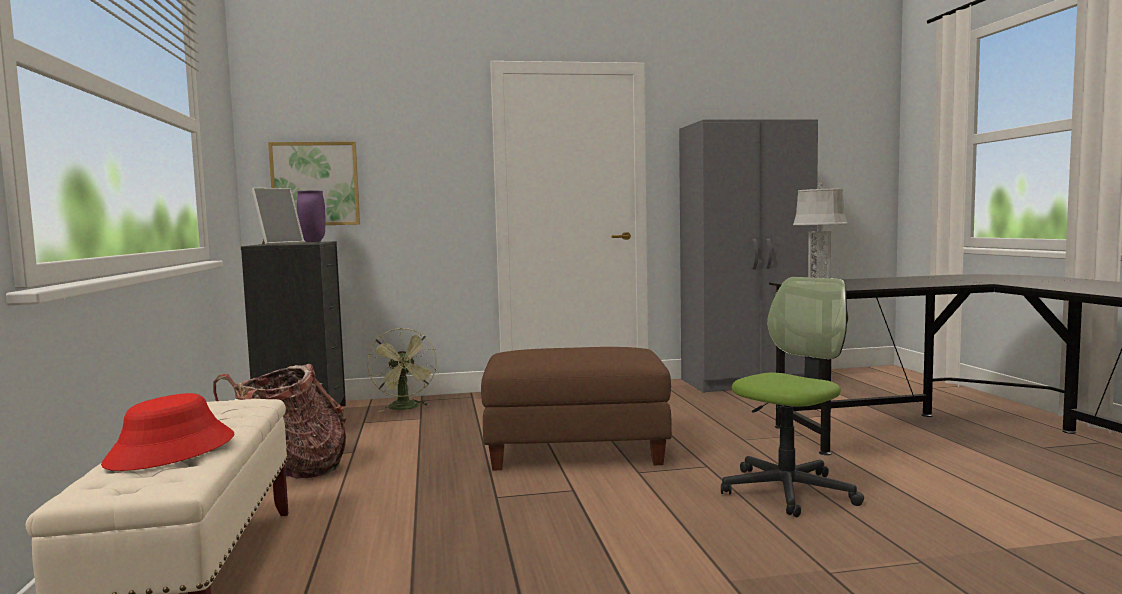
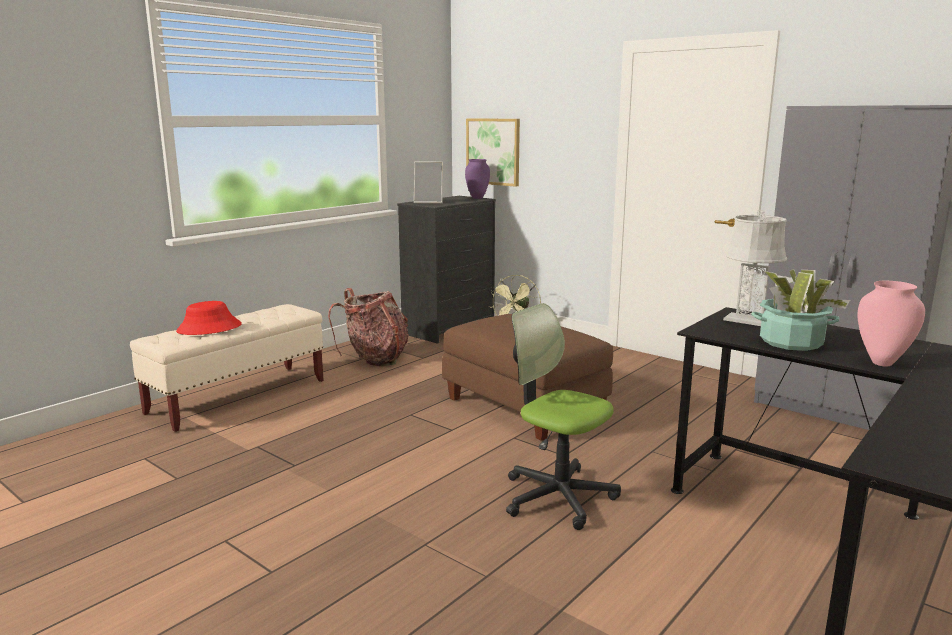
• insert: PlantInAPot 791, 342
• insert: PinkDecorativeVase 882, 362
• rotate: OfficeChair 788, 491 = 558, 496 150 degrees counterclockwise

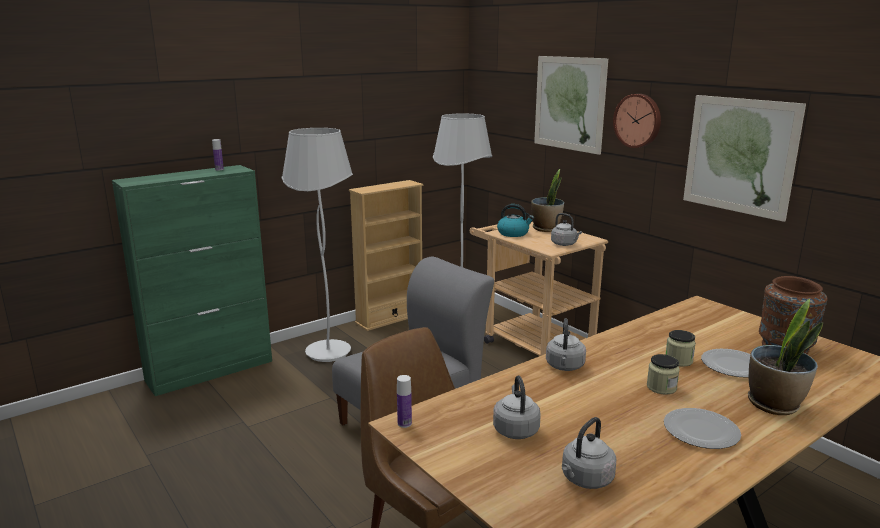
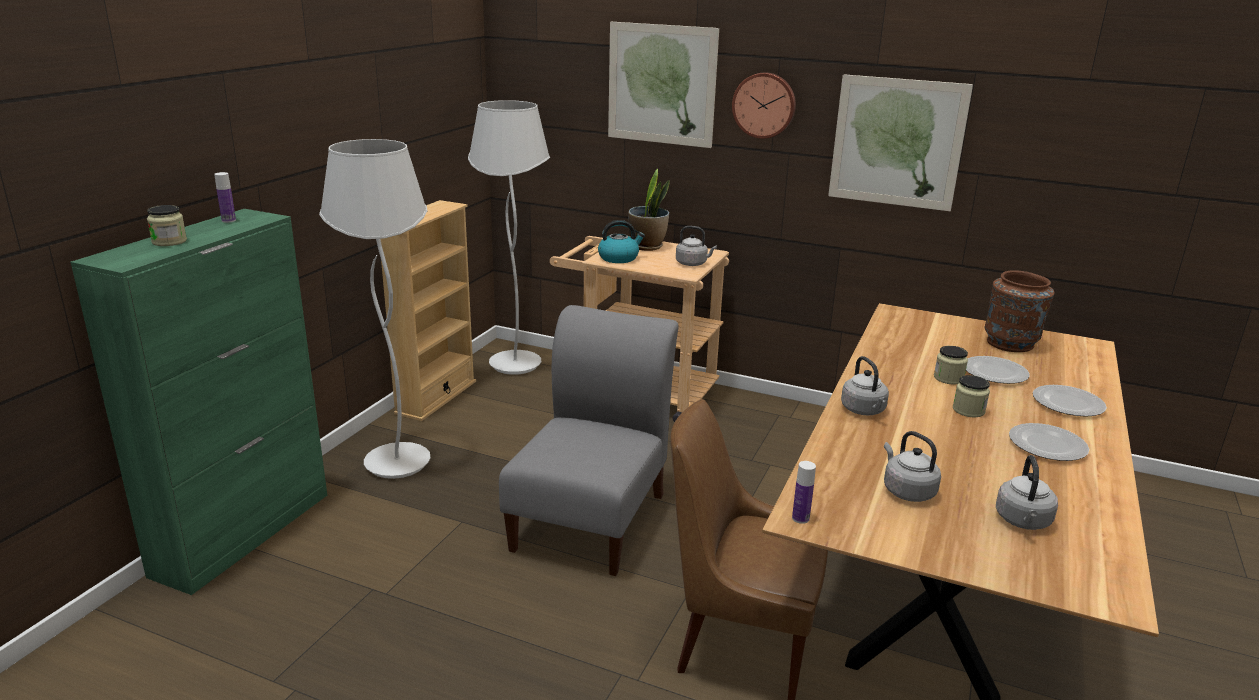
• insert: Jar 169, 241
• replace: PlantInAPot 774, 404 to Plate 1067, 403

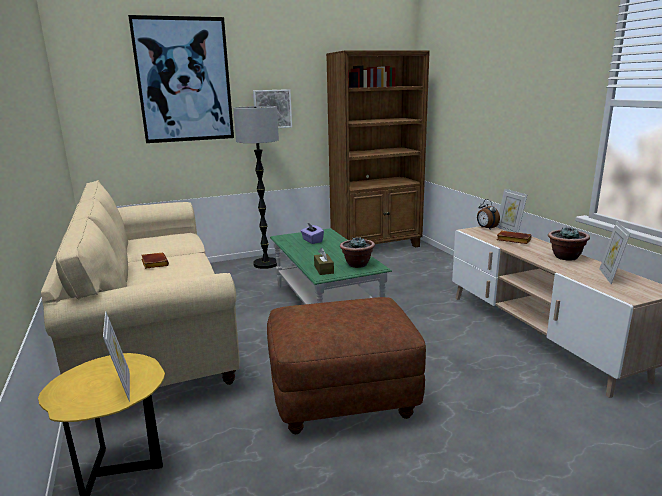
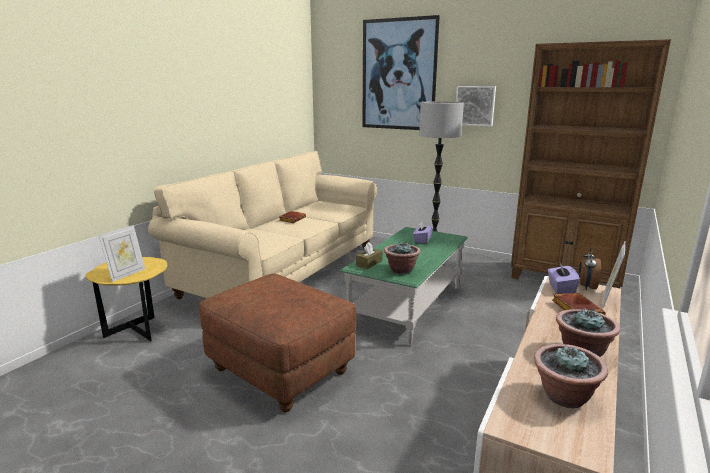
• insert: PurpleTissueBox 560, 288
• replace: PhotoFrame 609, 276 to PlantInAPot 564, 397

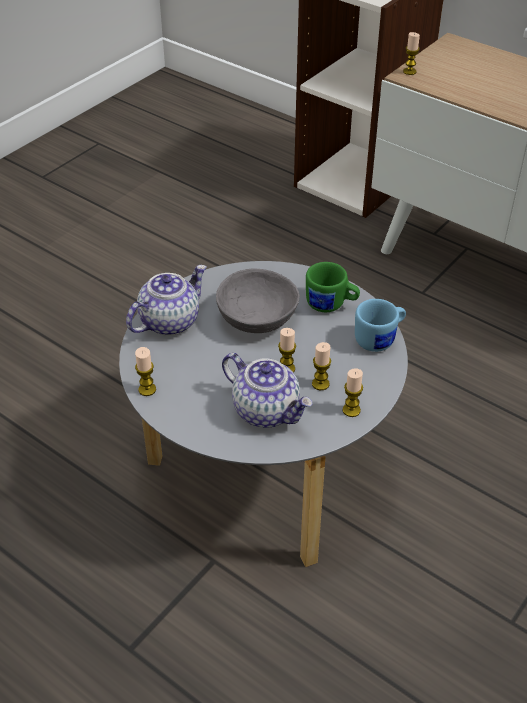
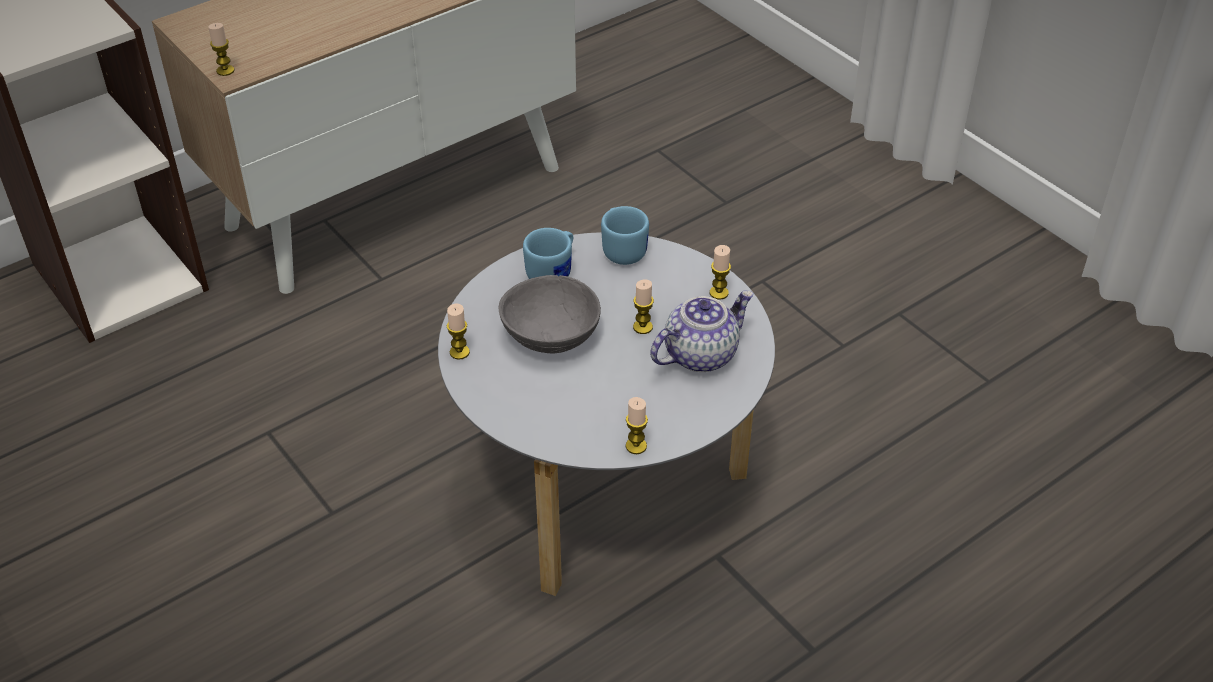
• delete: TeaPot 169, 321
• move: WaxLight 320, 384 to 459, 352
• recolor: GreenishTeaMug 331, 305 to BluishTeaMug 553, 272

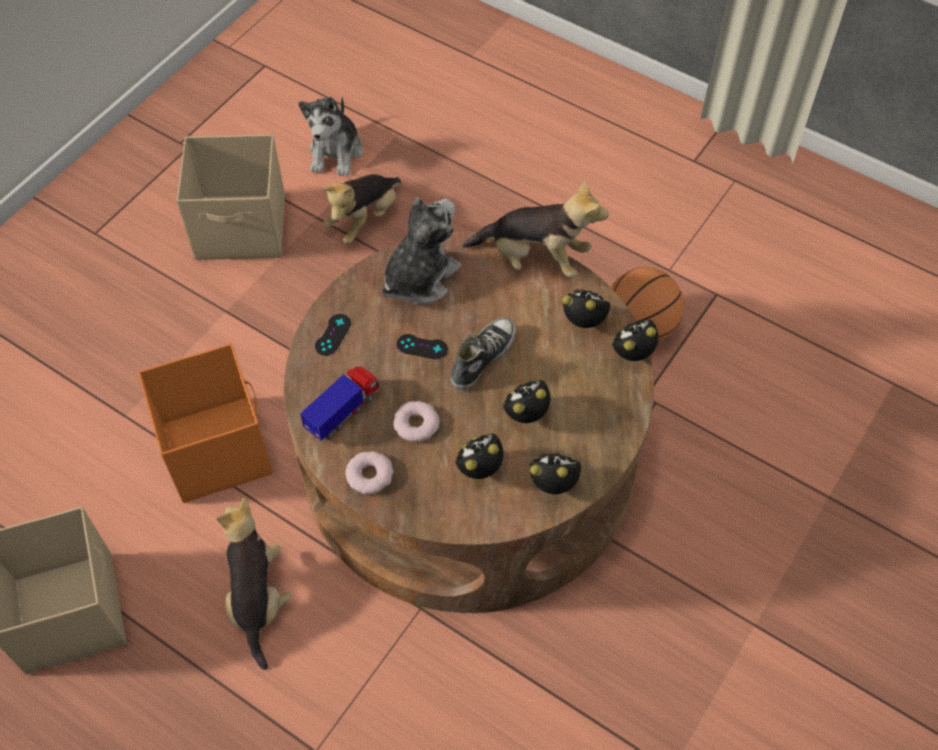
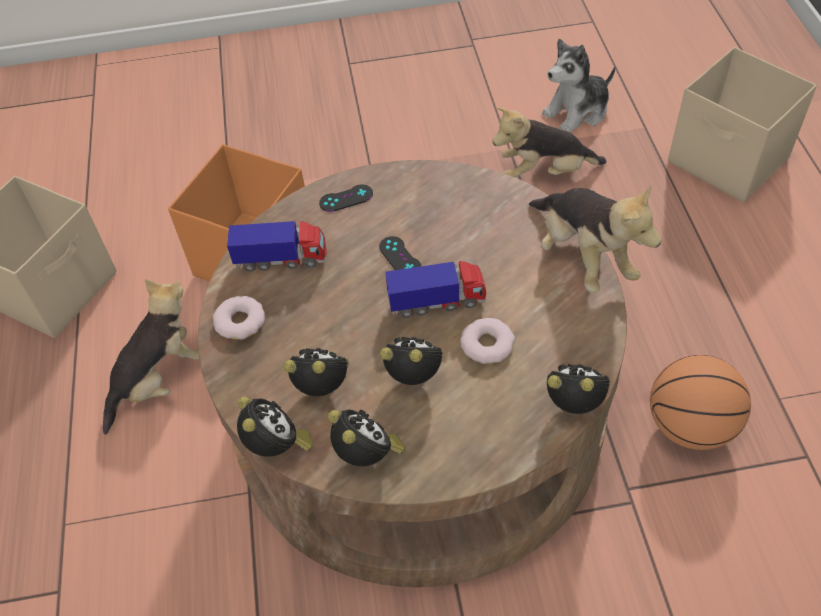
• delete: CuddlyToy 419, 278
• move: SandColouredStorageBin 242, 228 to 728, 162
• move: RingDoughnut 416, 424 to 487, 344
• move: AlarmClock 586, 323 to 276, 447
• replace: ItemOfFootwear 482, 357 to ToyTruck 437, 302

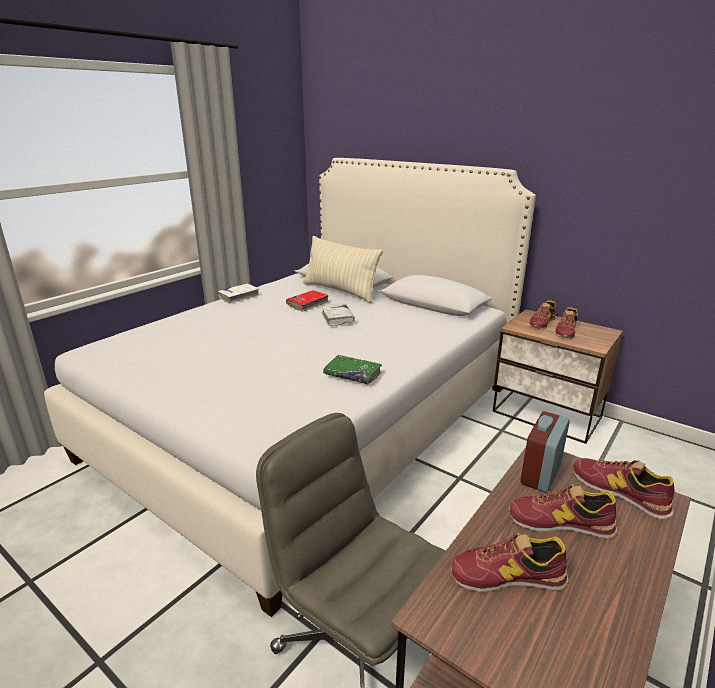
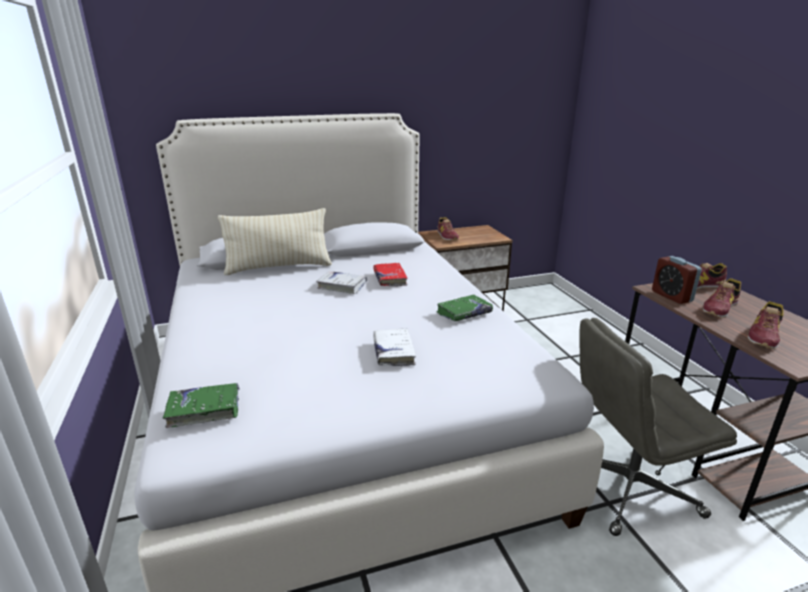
• delete: ItemOfFootwear 566, 331
• insert: GreenishVolume 204, 410
• move: WhiteVolume 239, 296 to 393, 352
• move: RedColouredVolume 308, 304 to 390, 279

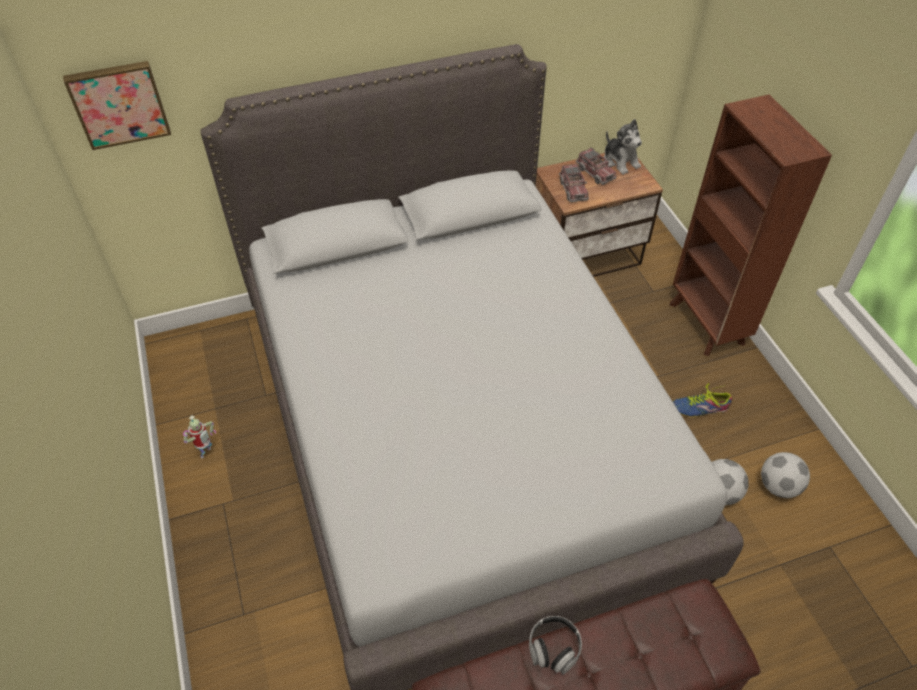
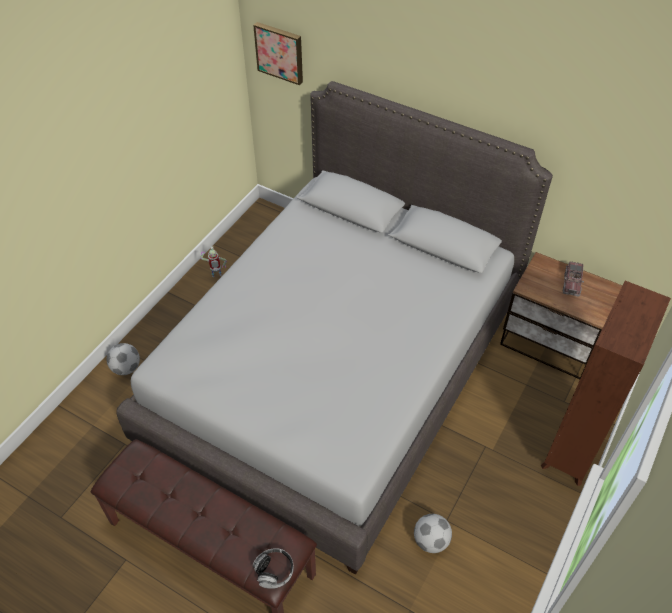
• delete: ToyTruck 573, 189
• delete: CuddlyToy 620, 161
• delete: ItemOfFootwear 700, 408
• move: PairOfHeadphones 553, 648 to 274, 571
• move: BallForFootball 778, 486 to 126, 368

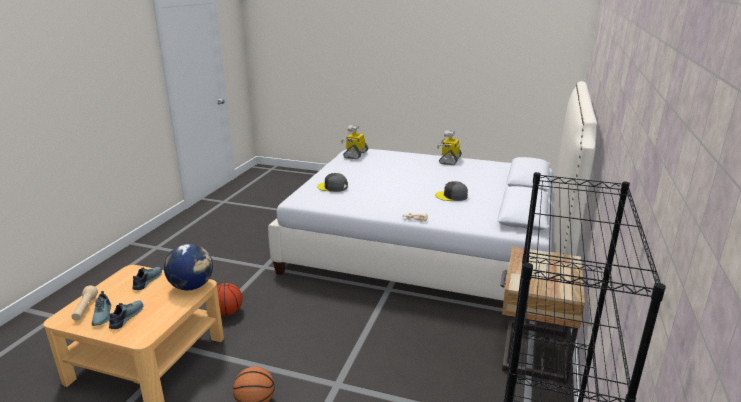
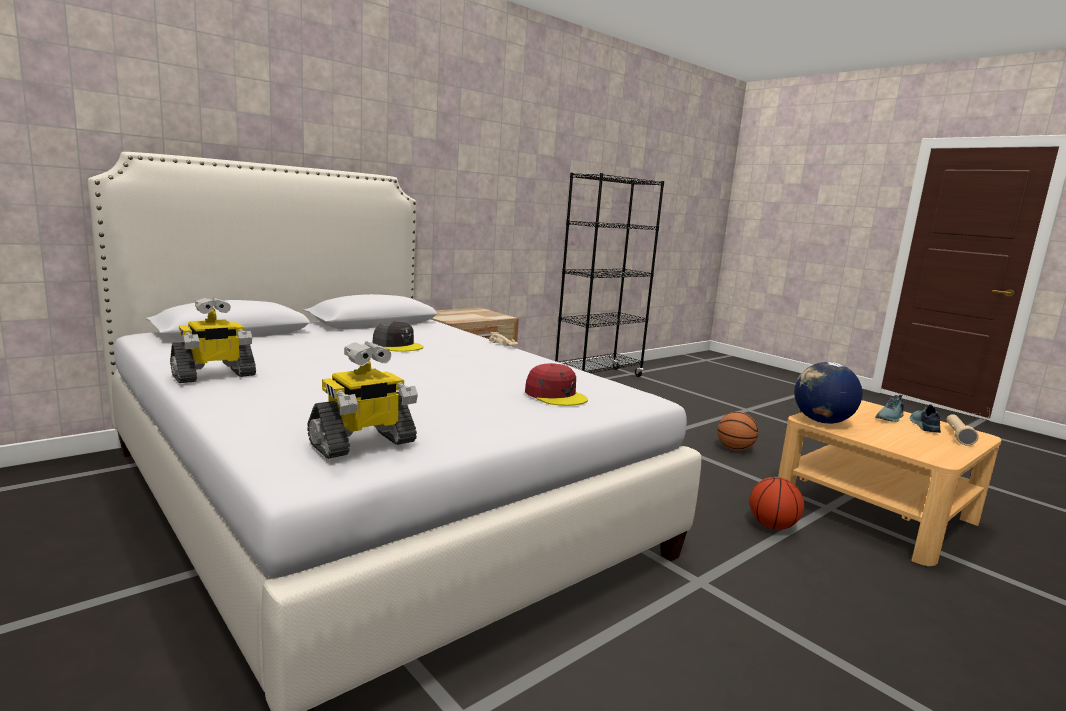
• delete: ItemOfFootwear 146, 281
• recolor: GreyishCap 332, 187 to RedColouredCap 555, 395

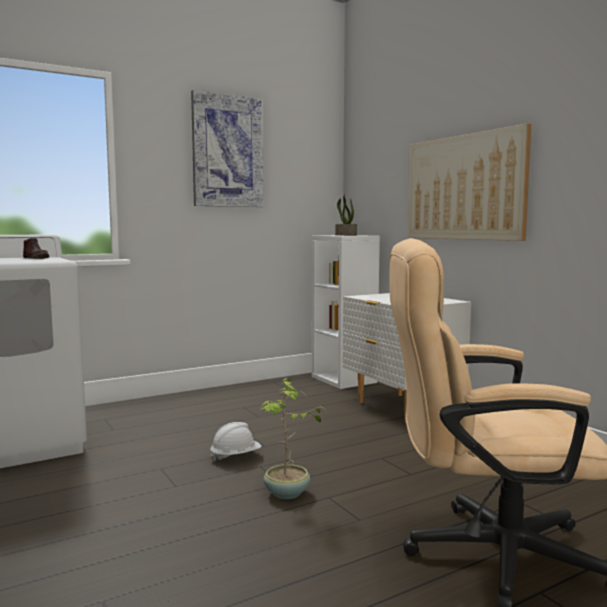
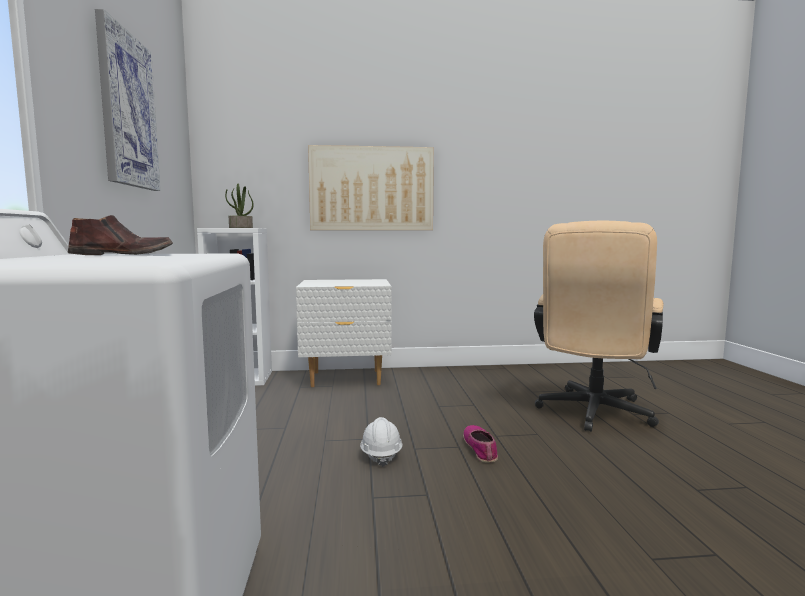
• replace: PlantInAPot 287, 494 to ItemOfFootwear 480, 448

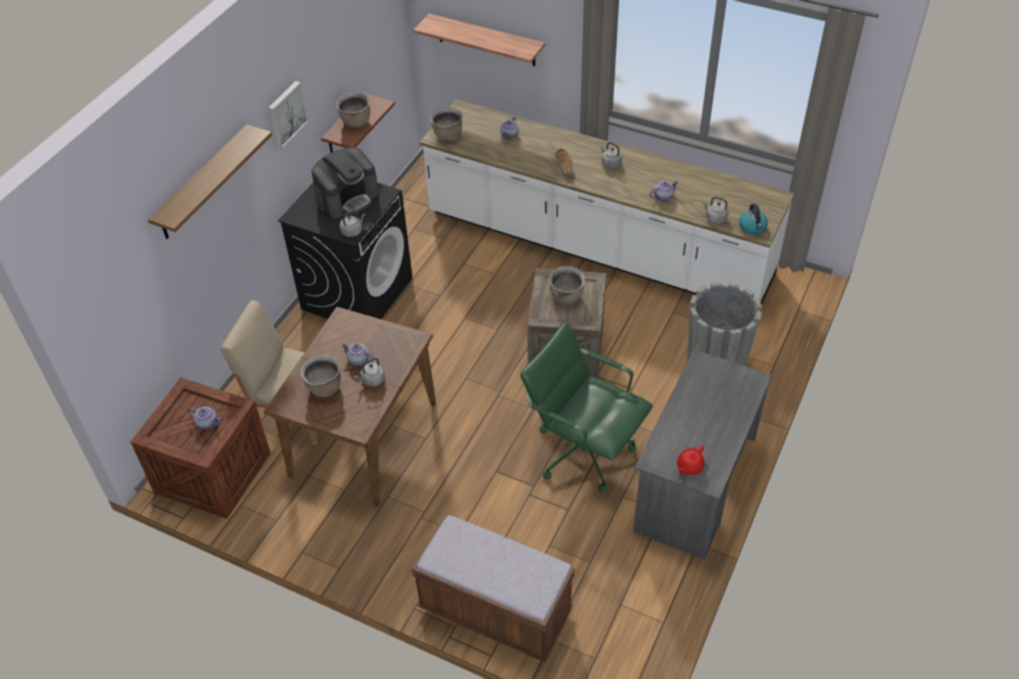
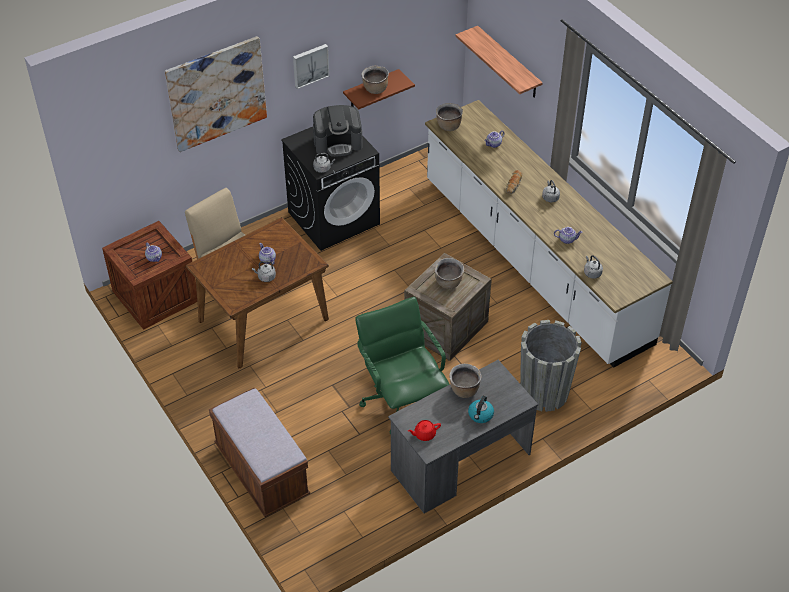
• move: BrownSaucepot 324, 388 to 464, 390
• move: TeaKettle 752, 227 to 480, 415
• replace: BracketShelf 203, 183 to WallPicture 216, 93

